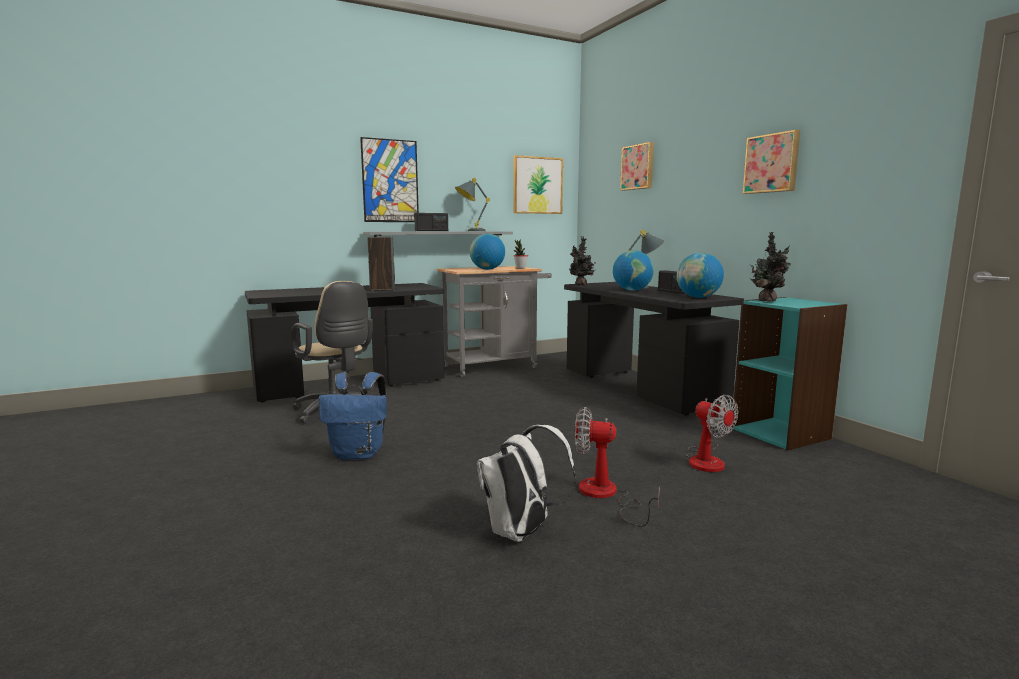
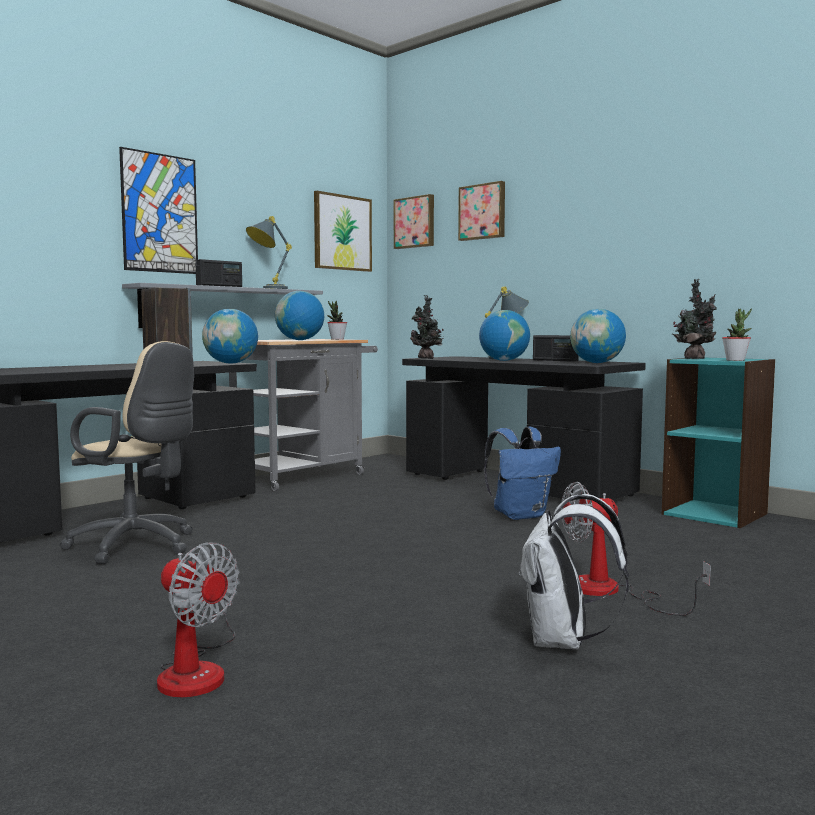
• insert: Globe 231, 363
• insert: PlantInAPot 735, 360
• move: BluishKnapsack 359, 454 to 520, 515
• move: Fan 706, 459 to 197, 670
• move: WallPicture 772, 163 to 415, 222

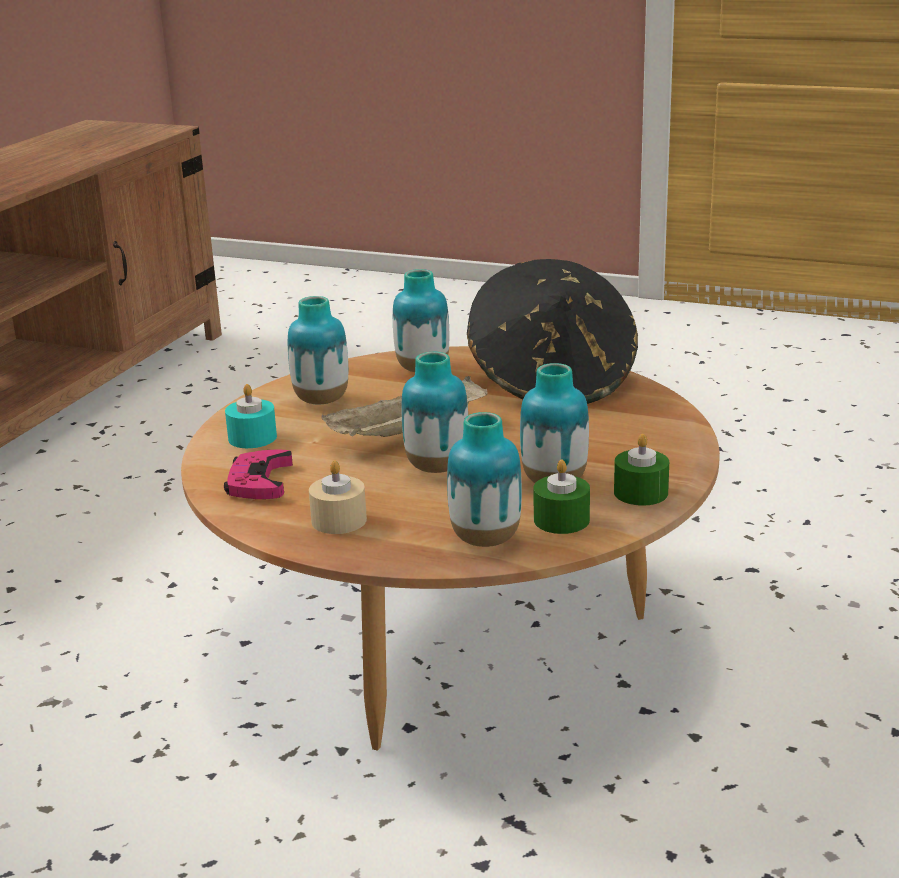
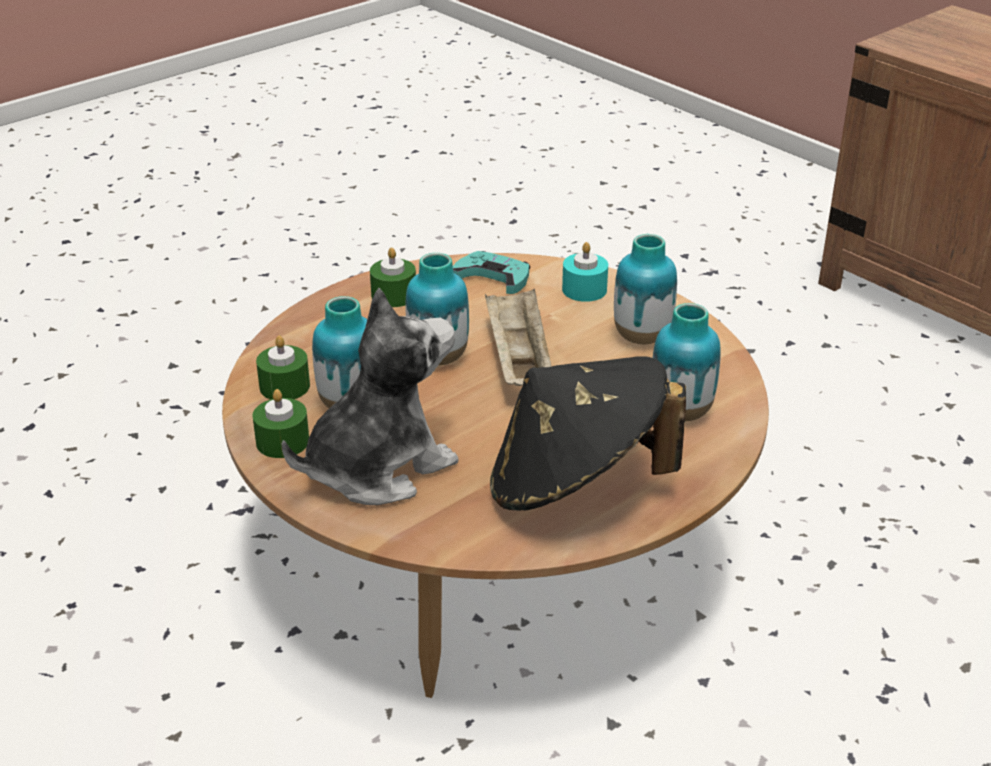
• delete: DecorativeVase 485, 539
• insert: CuddlyToy 377, 467
• recolor: PinkGameController 259, 482 to TurquoiseGameController 493, 277
• recolor: SandColouredWaxLight 339, 520 to GreenishWaxLight 394, 295

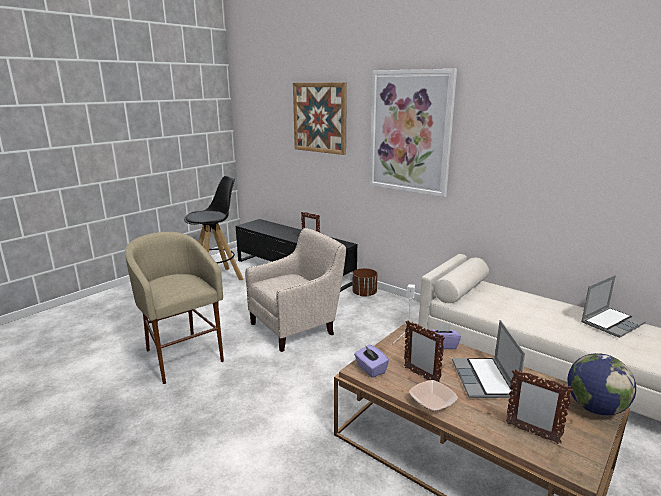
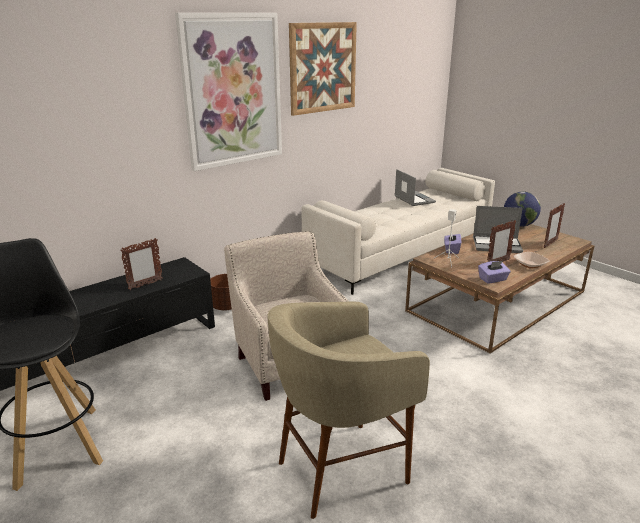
• move: WallPicture 319, 118 to 323, 68

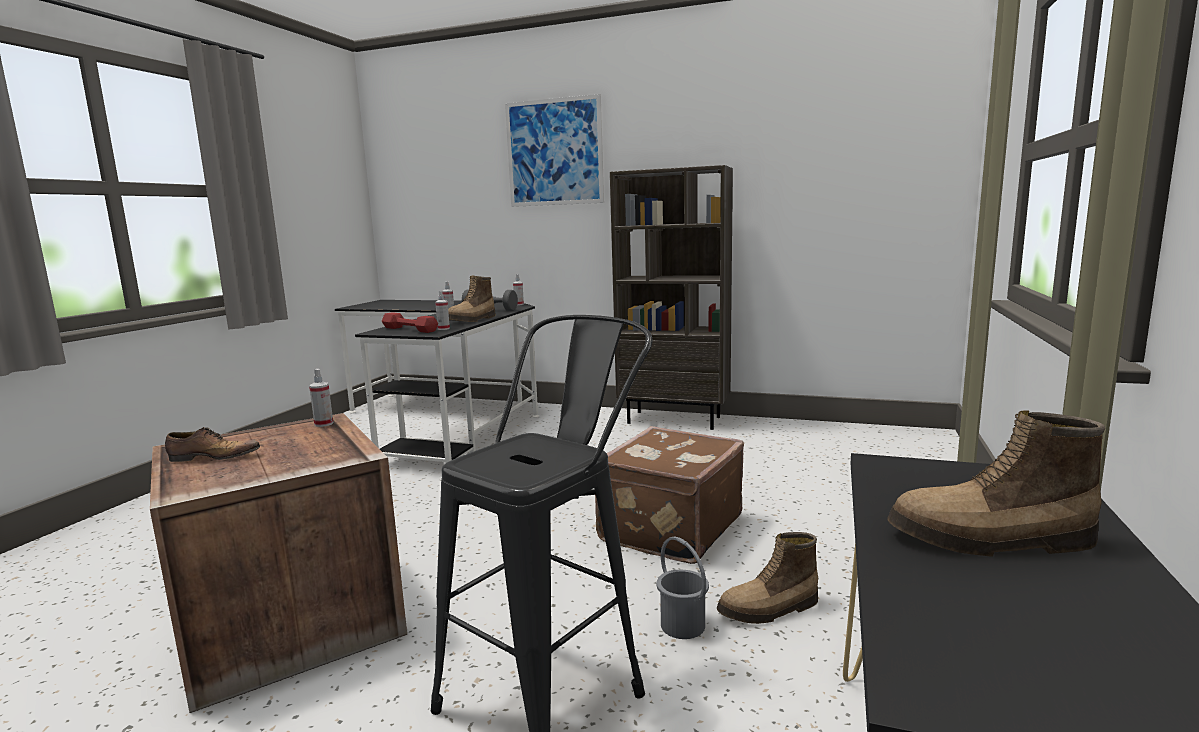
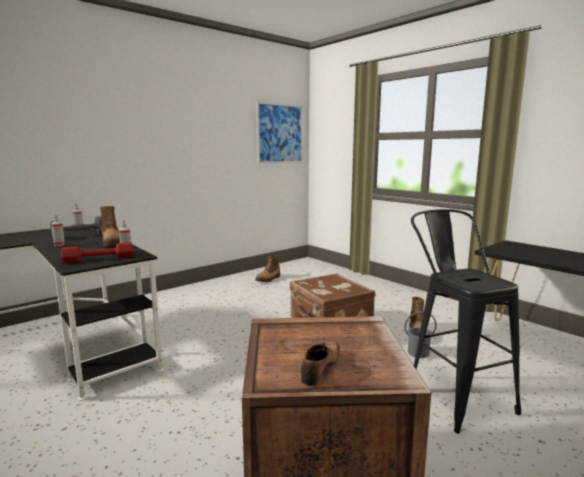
• delete: SprayBottle 324, 424
• delete: BrownShelvingUnit 675, 420
• move: WallPicture 554, 152 to 280, 133
• move: TallBoot 991, 541 to 268, 279

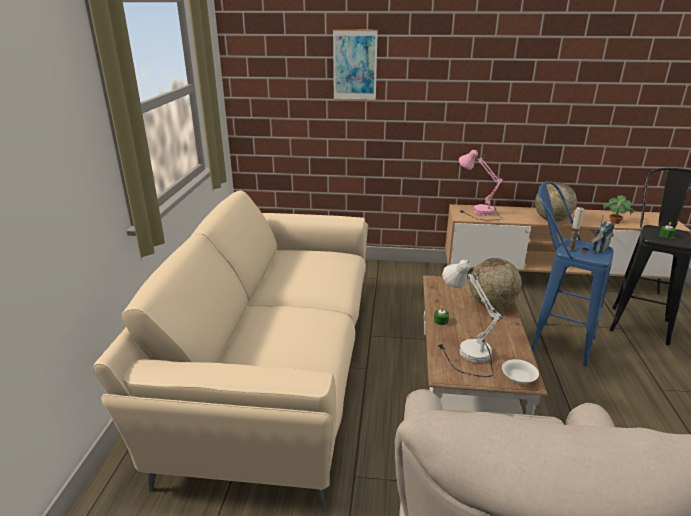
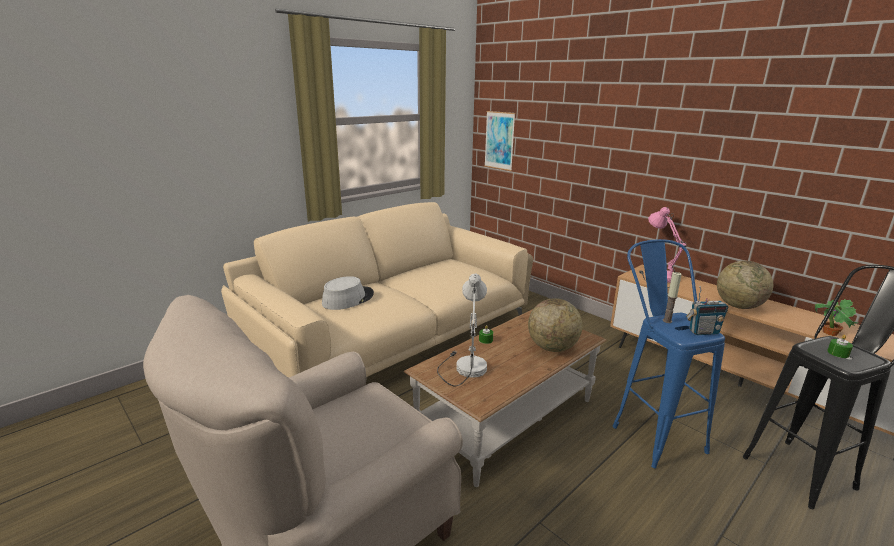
• delete: WhiteDeepDish 519, 378
• insert: GreyishWearableHat 348, 299
• move: WallPicture 355, 65 to 499, 140

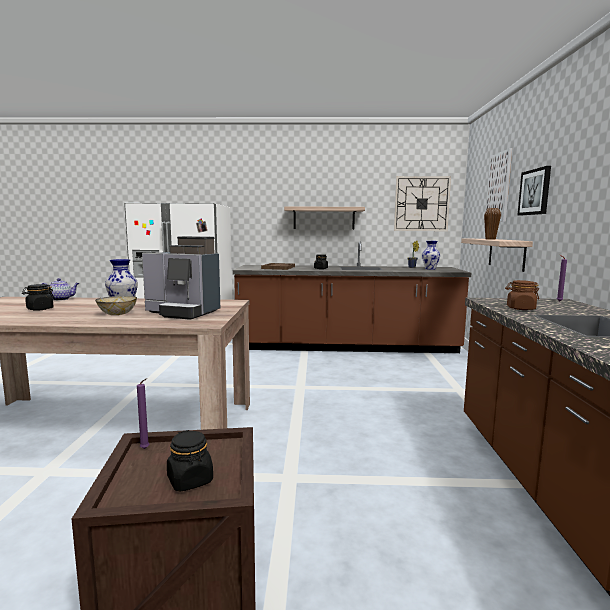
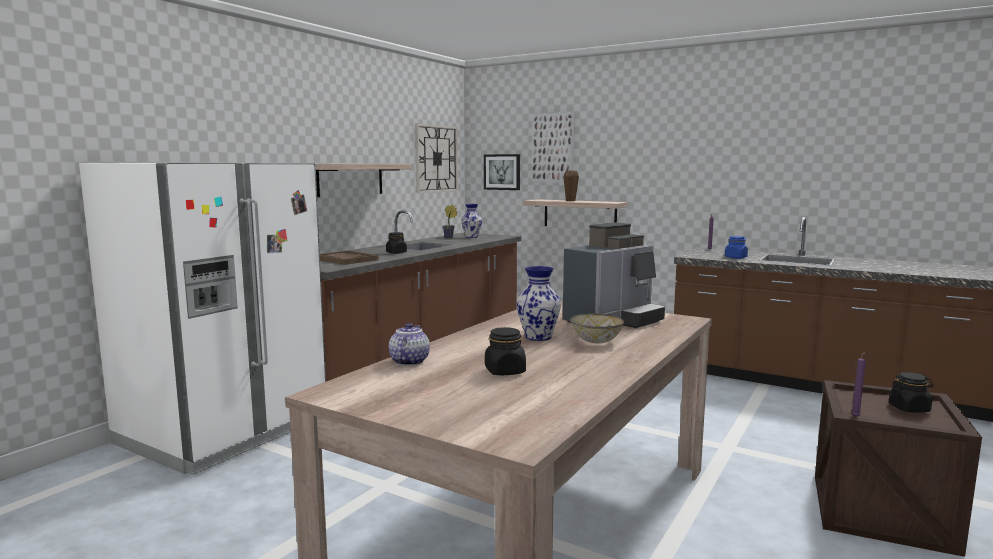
• move: WallPicture 535, 192 to 502, 172
• recolor: BrownJar 520, 308 to BluishJar 735, 258

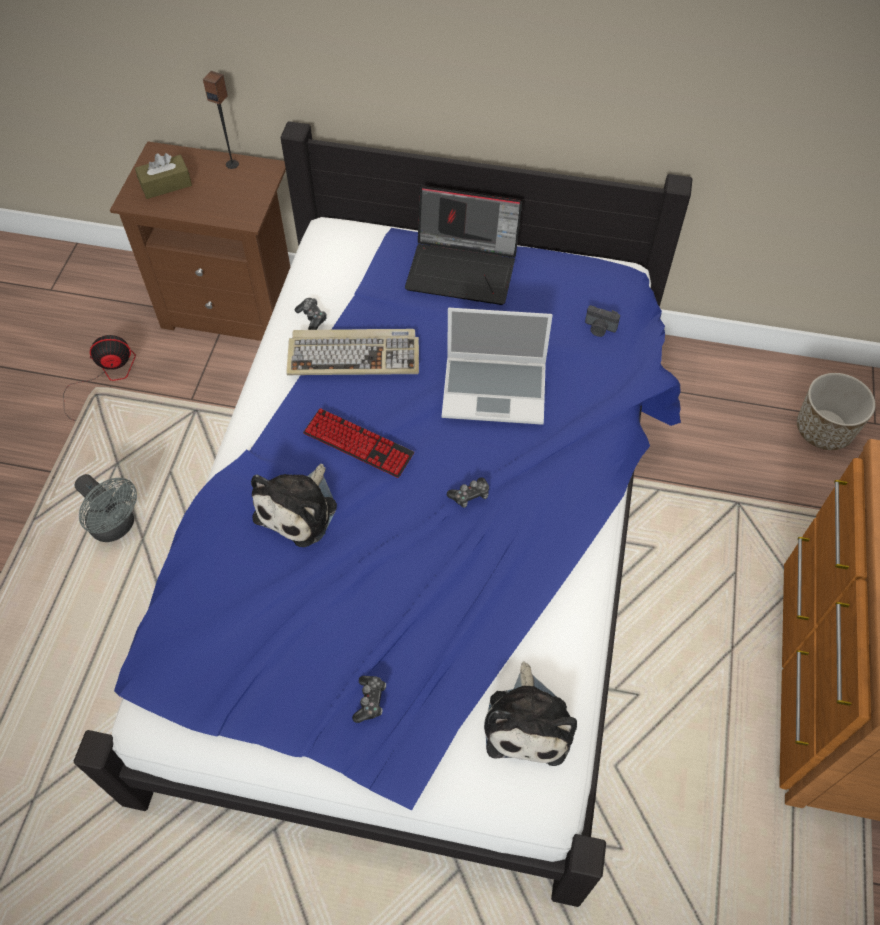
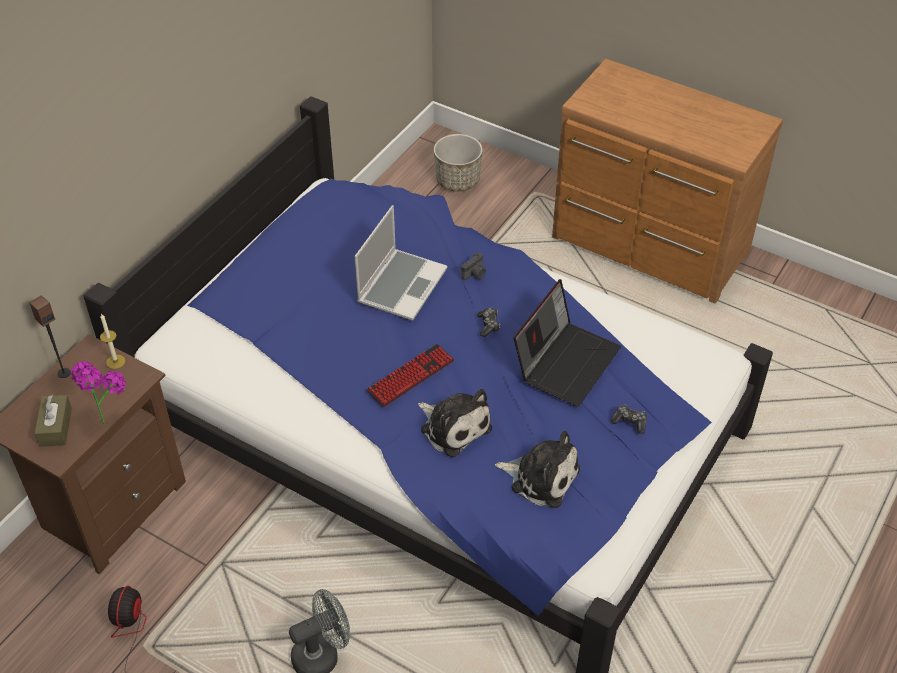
• delete: PcKeyboard 354, 355
• delete: GameController 312, 318
• insert: PlantInAPot 106, 415
• insert: WaxLight 115, 362
• move: NotebookComputer 464, 268 to 566, 361
• move: CuddlyToy 528, 722 to 541, 477
• move: PhotoCamera 599, 329 to 475, 274

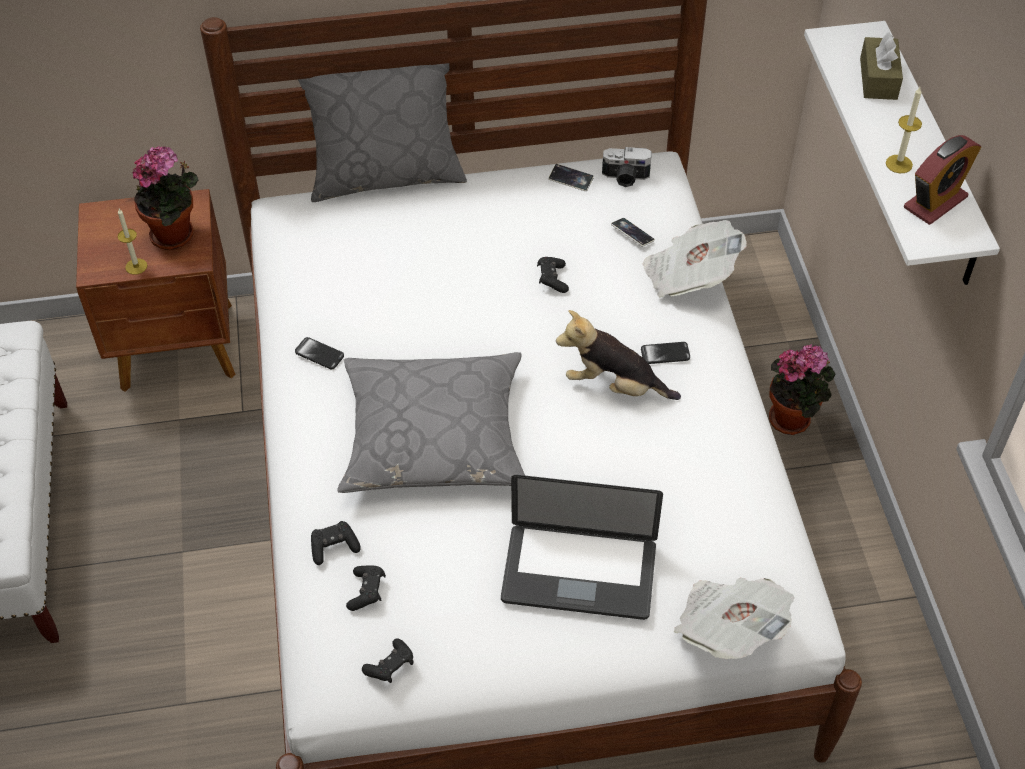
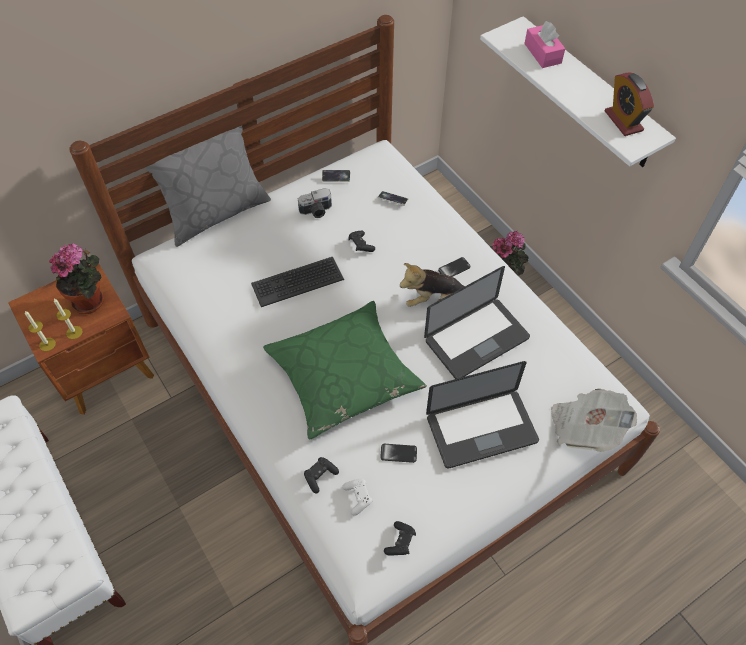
• delete: PrintedPaper 689, 276
• insert: PcKeyboard 297, 281
• insert: NotebookComputer 476, 339
• move: Phone 319, 354 to 398, 453
• move: PhotoCamera 625, 177 to 316, 211
• move: WaxLight 899, 164 to 47, 344
• recolor: GreyishCushion 434, 436 to GreenishCushion 343, 375
• recolor: BlackishGameController 367, 592 to WhiteGameController 358, 498
• recolor: BrownTissueBox 878, 79 to PinkTissueBox 542, 53
• rotate: AlarmClock 935, 202 = 623, 121 135 degrees clockwise

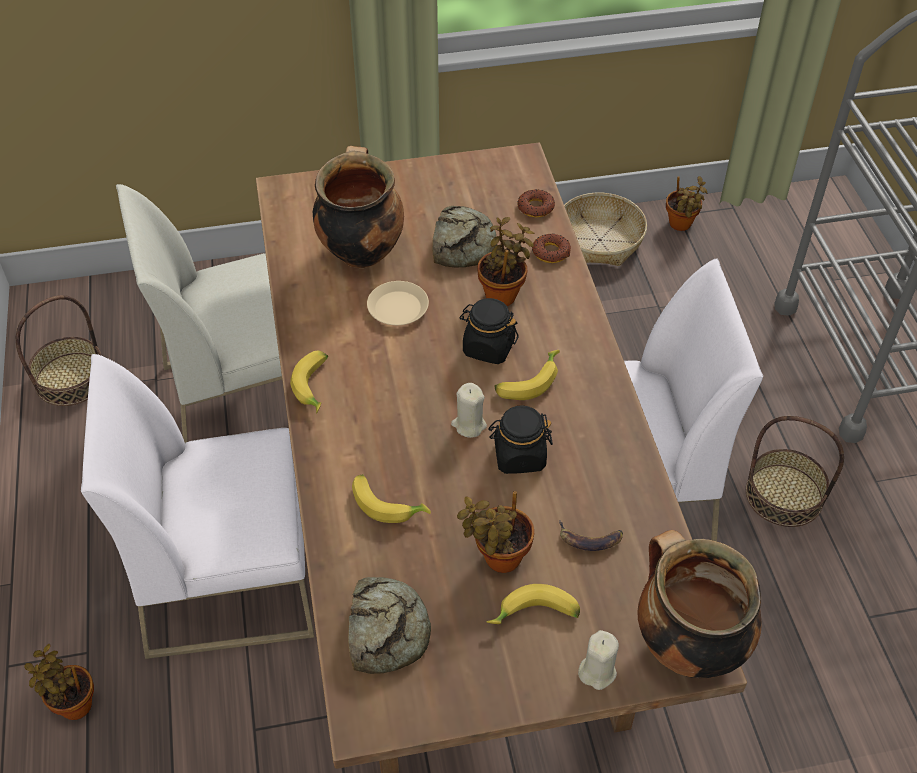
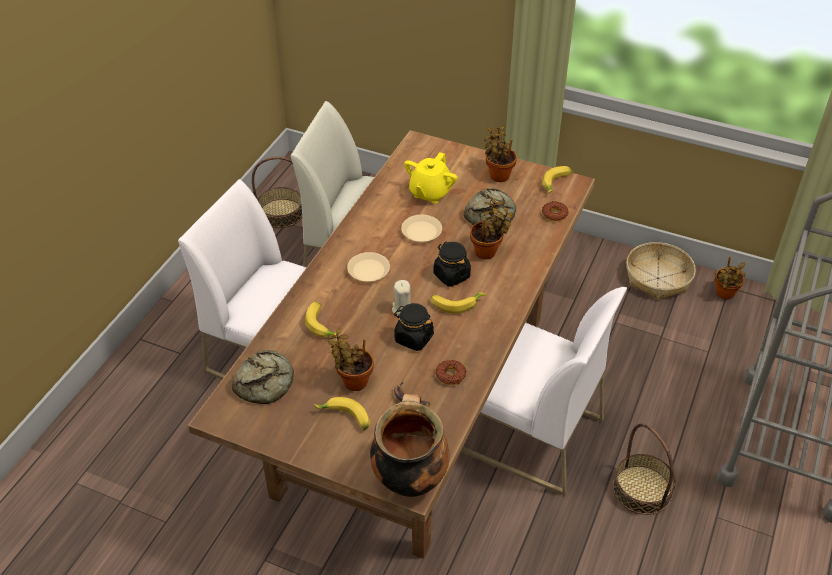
• delete: SandColouredWaxLight 597, 671
• insert: SandColouredPlate 368, 270
• move: PlantInAPot 73, 704 to 498, 175
• move: Banana 316, 387 to 557, 184
• move: RingDoughnut 551, 252 to 451, 375
• replace: Saucepot 360, 251 to YellowColouredTeaPot 430, 193

